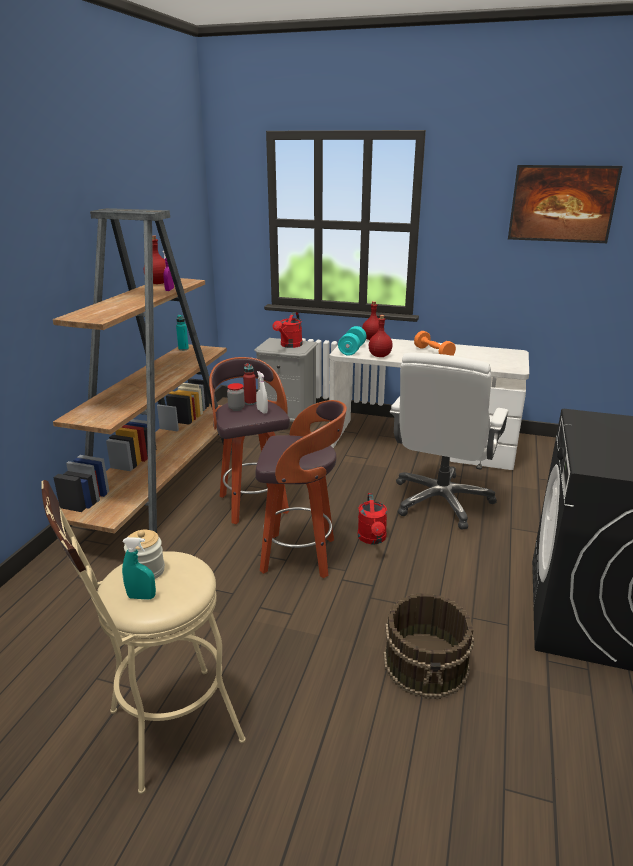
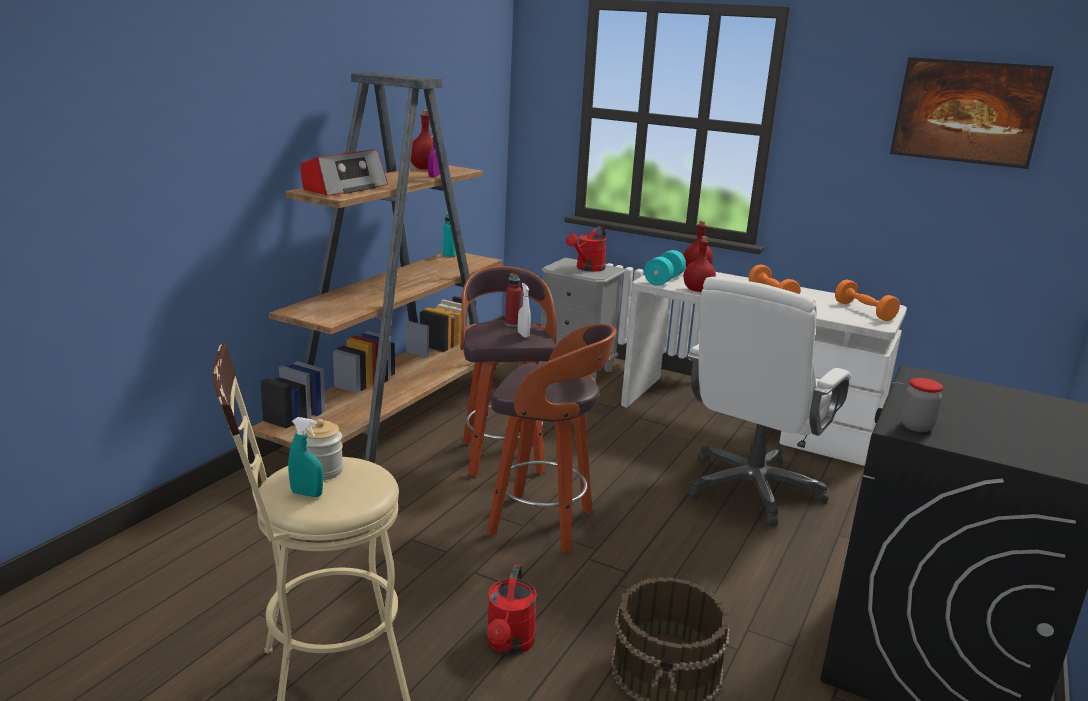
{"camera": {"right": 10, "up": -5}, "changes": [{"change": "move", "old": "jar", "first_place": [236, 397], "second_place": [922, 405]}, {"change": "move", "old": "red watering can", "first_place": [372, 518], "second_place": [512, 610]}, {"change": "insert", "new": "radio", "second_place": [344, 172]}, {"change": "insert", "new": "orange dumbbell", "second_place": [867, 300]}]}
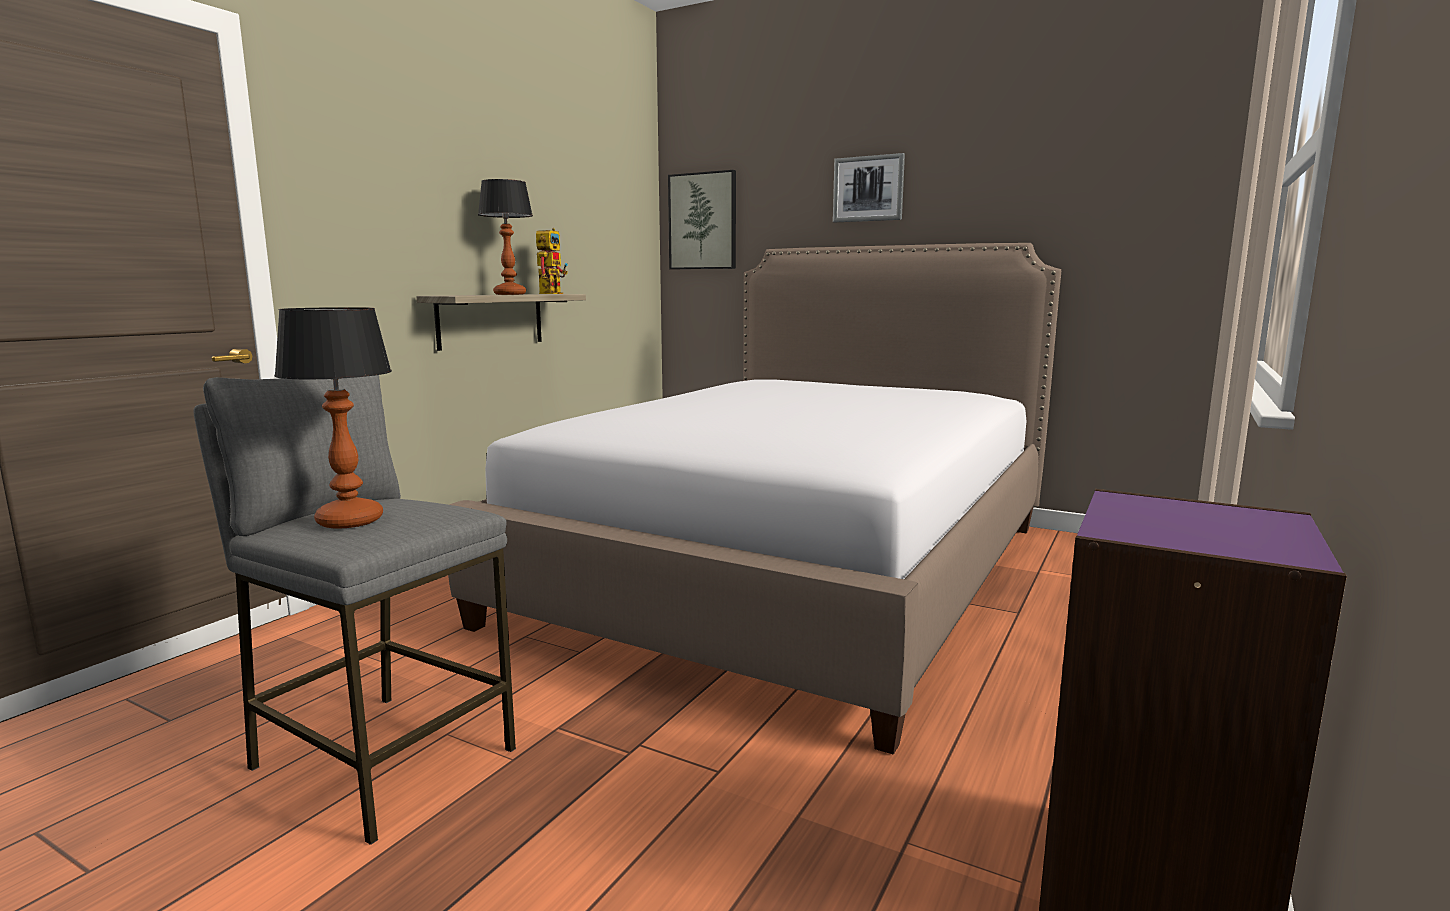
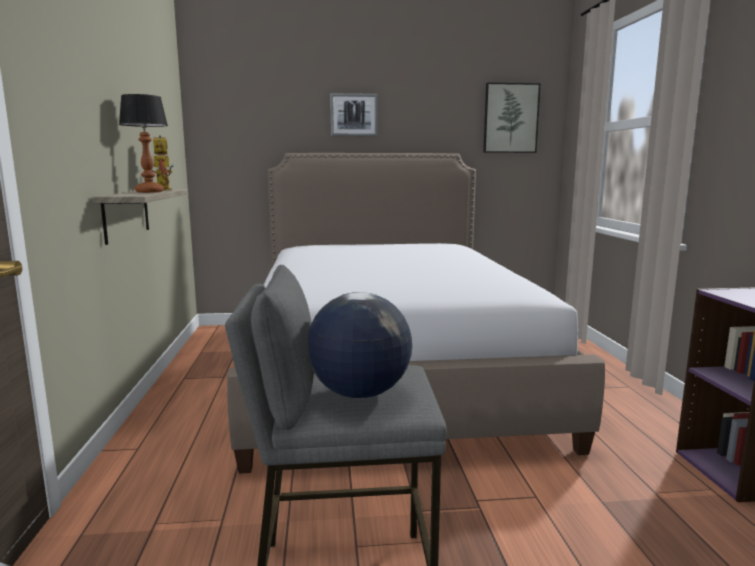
{"camera": {"right": -35, "up": 0}, "changes": [{"change": "replace", "old": "table lamp", "new": "globe", "first_place": [333, 418], "second_place": [360, 345]}, {"change": "move", "old": "picture", "first_place": [702, 219], "second_place": [512, 118]}]}
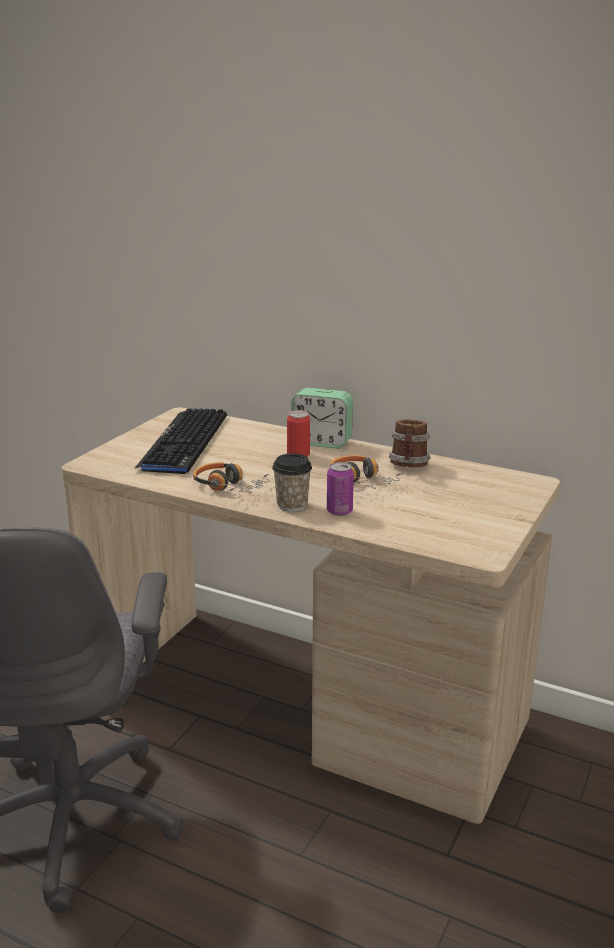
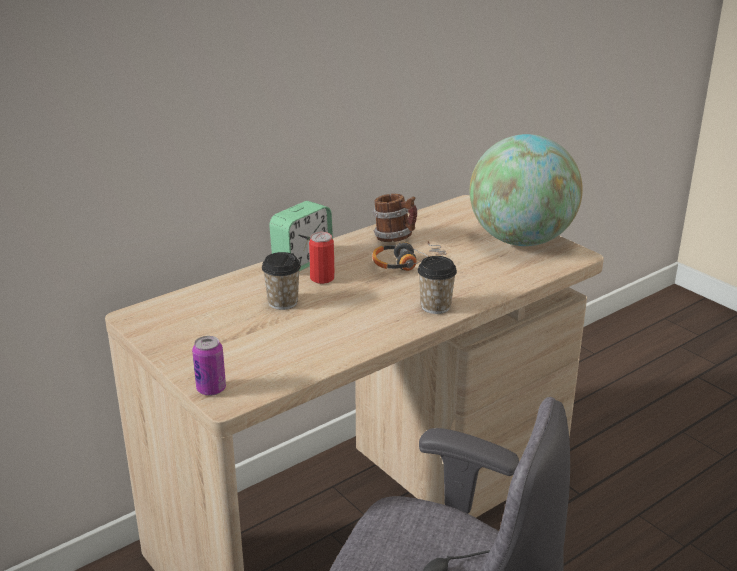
{"camera": {"right": -65, "up": 5}, "changes": [{"change": "delete", "old": "keyboard", "first_place": [180, 441]}, {"change": "delete", "old": "headphones", "first_place": [231, 480]}, {"change": "move", "old": "can", "first_place": [340, 489], "second_place": [209, 366]}, {"change": "insert", "new": "cup", "second_place": [281, 281]}, {"change": "insert", "new": "globe", "second_place": [526, 190]}]}
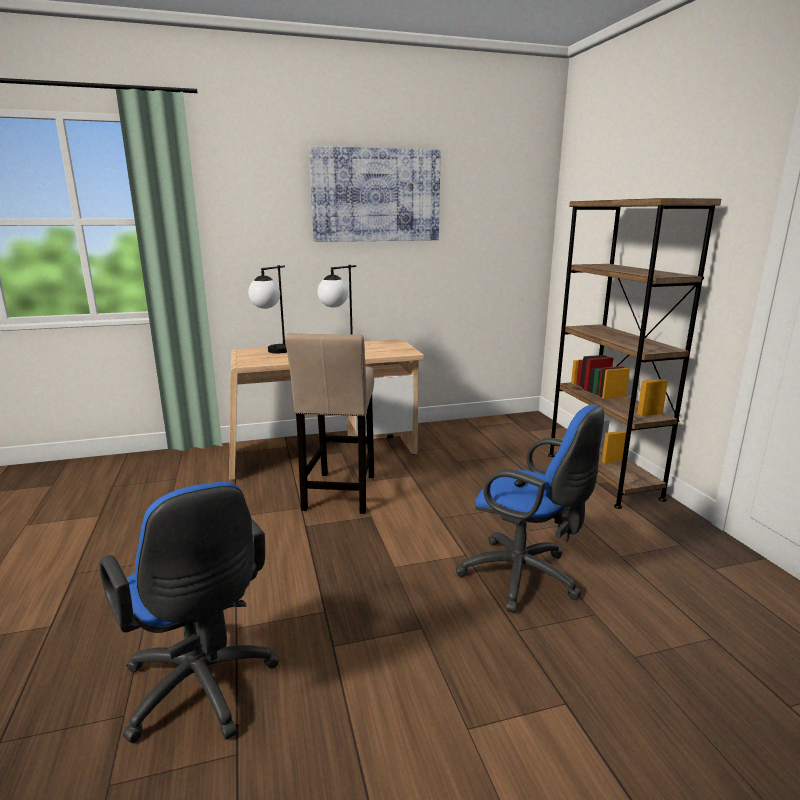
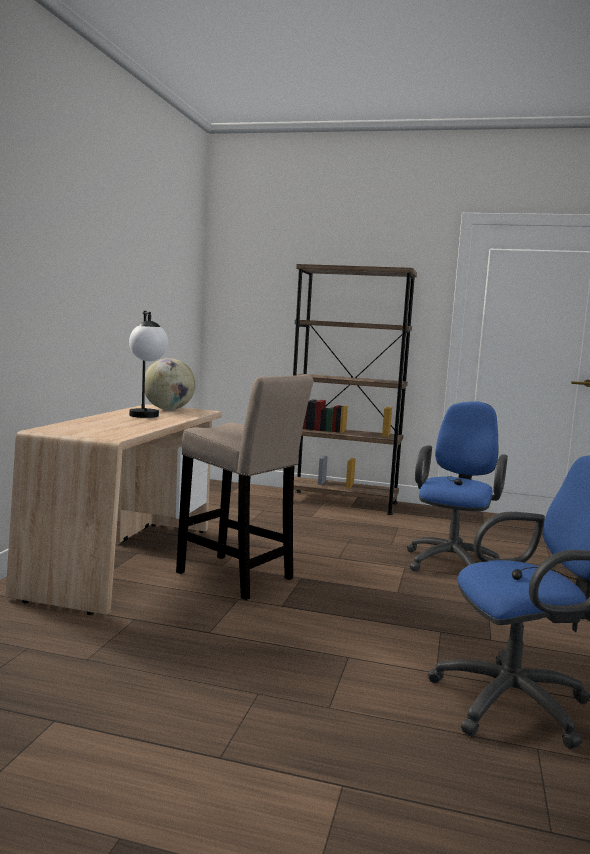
{"camera": {"right": -60, "up": -10}, "changes": [{"change": "delete", "old": "table lamp", "first_place": [267, 309]}, {"change": "delete", "old": "picture", "first_place": [375, 194]}, {"change": "rotate", "old": "blue office chair", "first_place": [530, 509], "second_place": [457, 486], "degrees": -45}, {"change": "insert", "new": "globe", "second_place": [170, 384]}]}
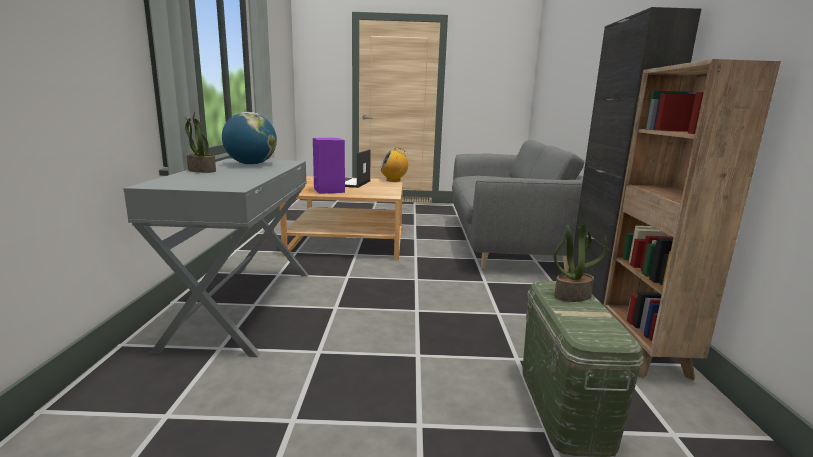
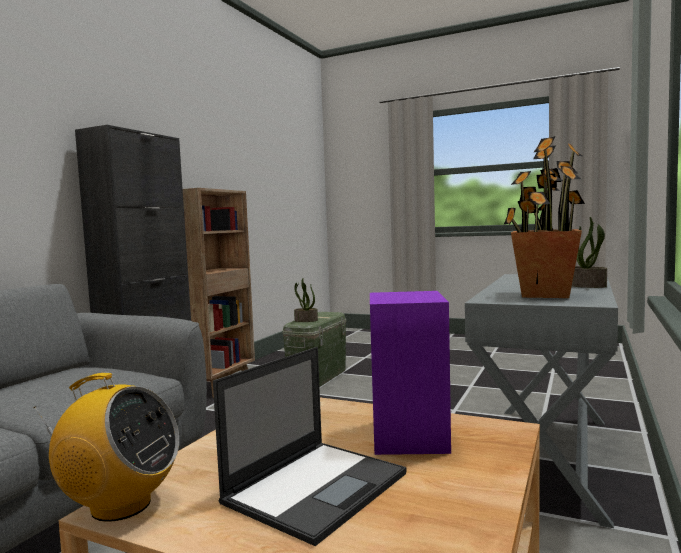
{"camera": {"right": -155, "up": -10}, "changes": [{"change": "replace", "old": "globe", "new": "potted plant", "first_place": [249, 138], "second_place": [544, 217]}]}
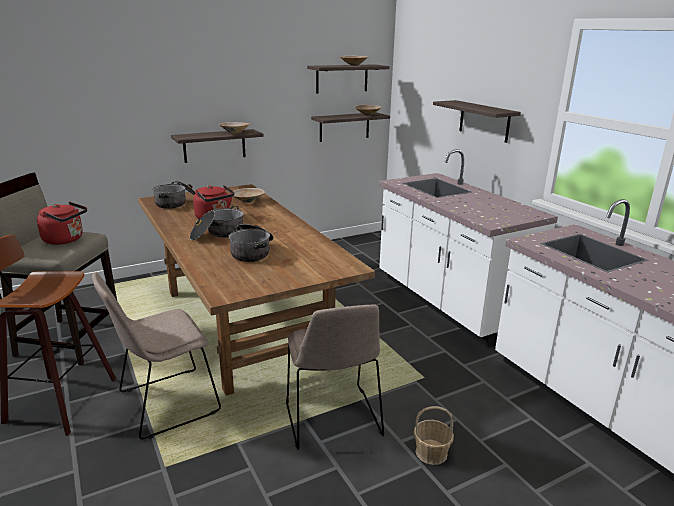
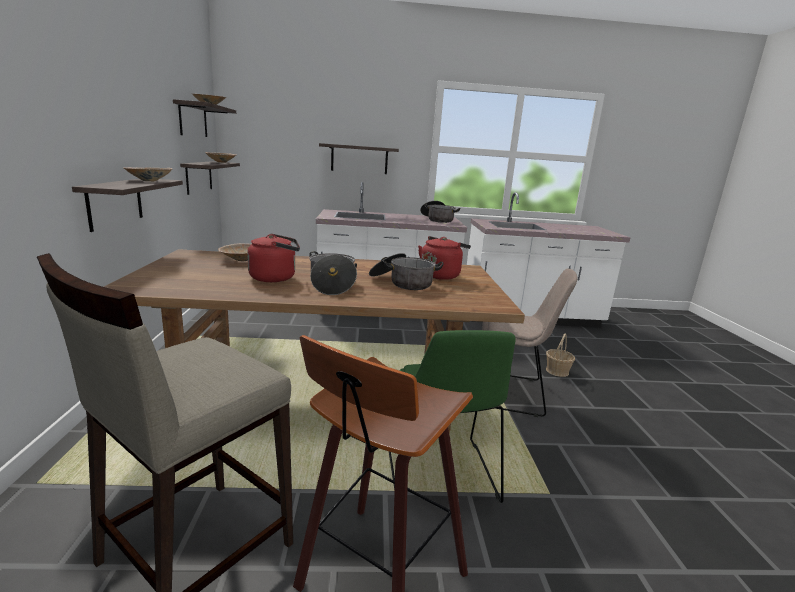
{"camera": {"right": -65, "up": -5}, "changes": [{"change": "move", "old": "red kettle", "first_place": [62, 223], "second_place": [444, 258]}, {"change": "recolor", "old": "beige chair", "new": "green chair", "first_place": [156, 355], "second_place": [452, 416]}, {"change": "move", "old": "cooking pot", "first_place": [173, 194], "second_place": [440, 212]}]}
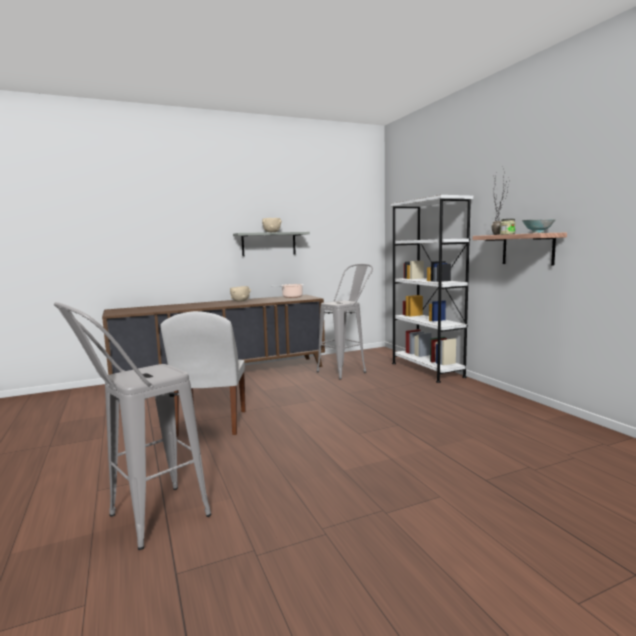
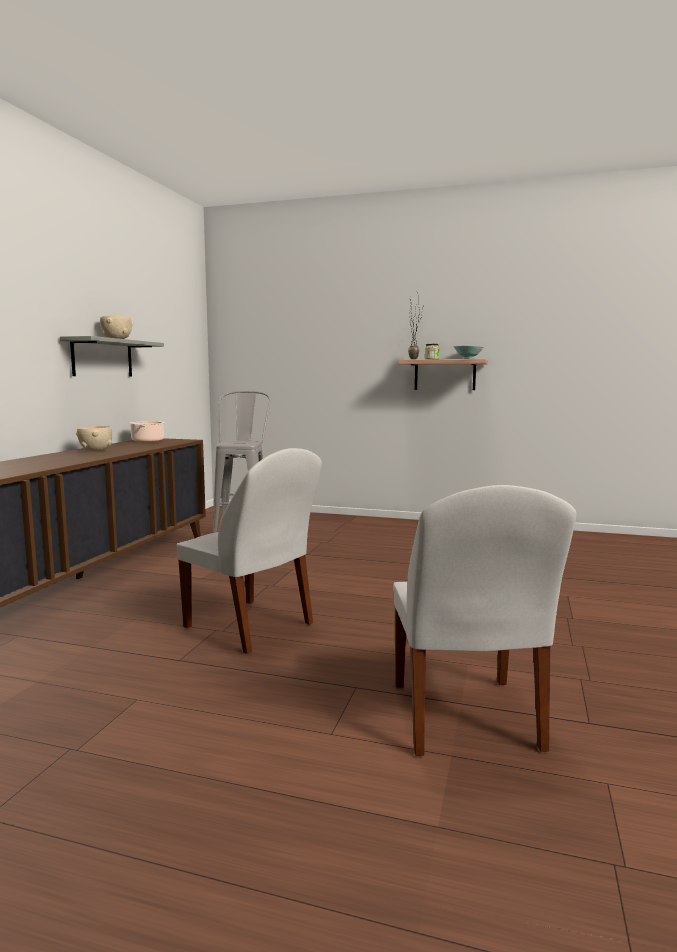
{"camera": {"right": -50, "up": 0}, "changes": [{"change": "replace", "old": "grey stool", "new": "white chair", "first_place": [132, 426], "second_place": [484, 620]}, {"change": "delete", "old": "white bookcase", "first_place": [432, 289]}]}
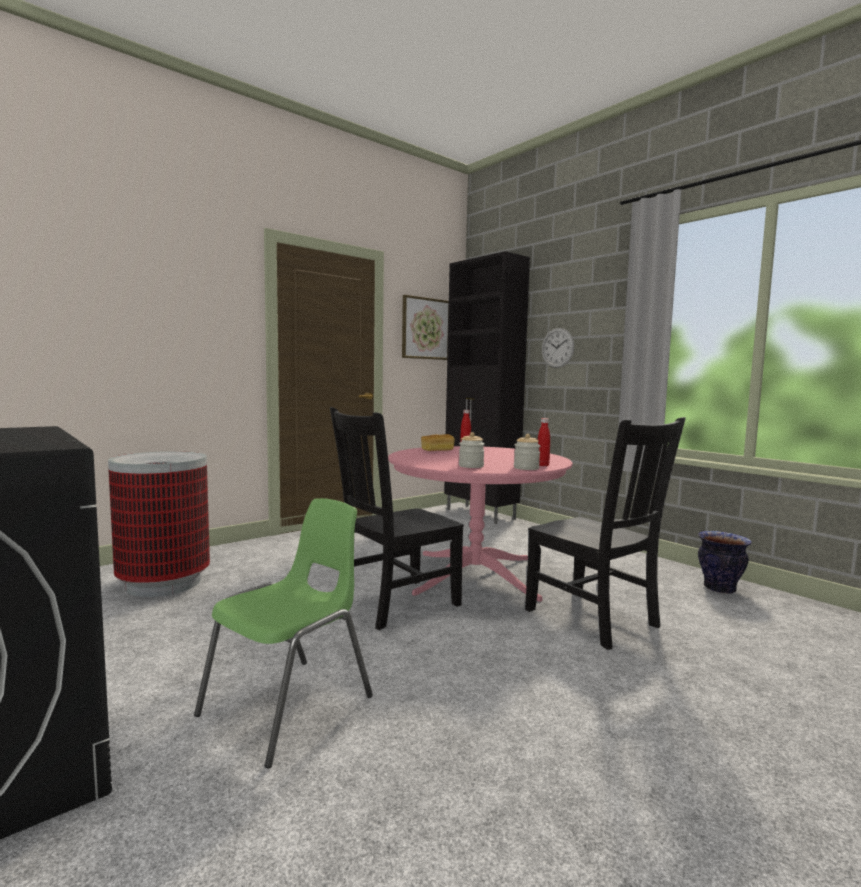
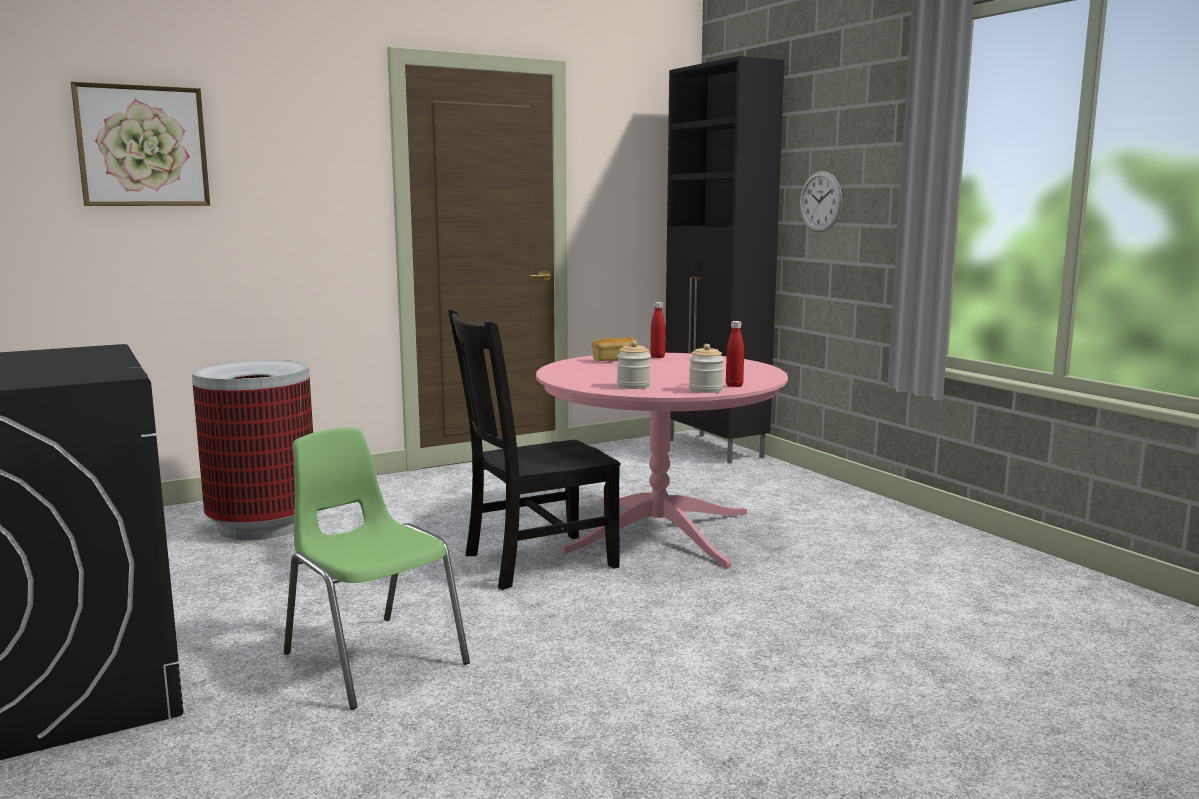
{"camera": {"right": 10, "up": 5}, "changes": [{"change": "rotate", "old": "green chair", "first_place": [283, 633], "second_place": [377, 569], "degrees": -90}, {"change": "move", "old": "picture", "first_place": [425, 327], "second_place": [140, 144]}, {"change": "delete", "old": "black chair", "first_place": [605, 533]}, {"change": "delete", "old": "vase", "first_place": [725, 562]}]}
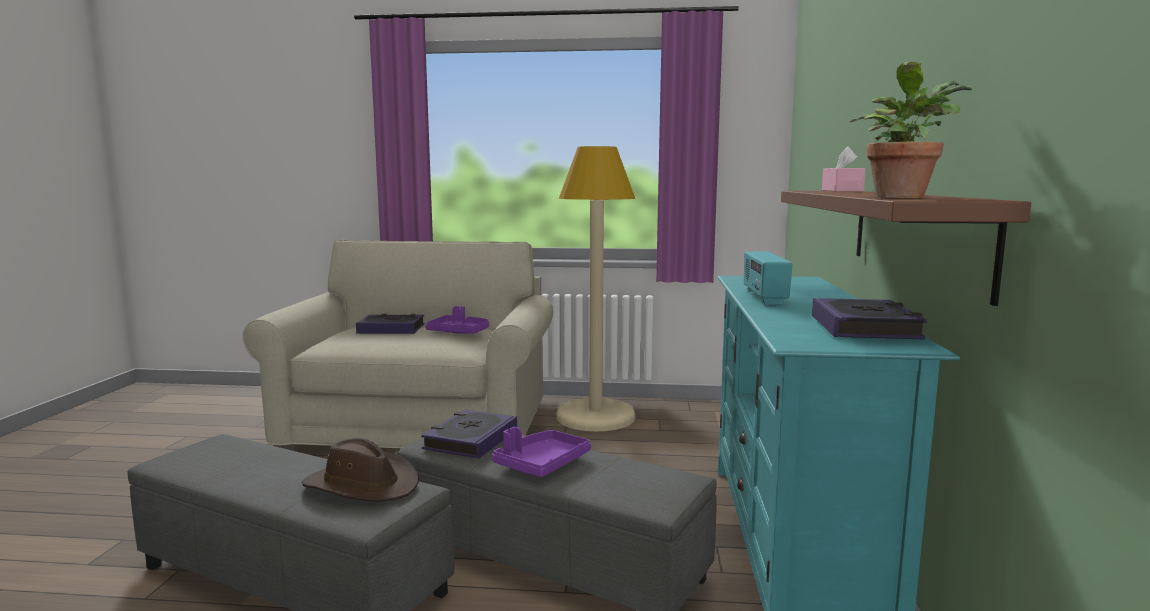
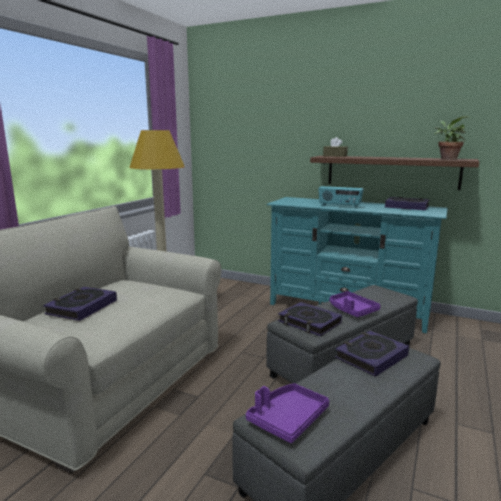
{"camera": {"right": -70, "up": 5}, "changes": [{"change": "replace", "old": "brown hat", "new": "book", "first_place": [360, 470], "second_place": [372, 354]}, {"change": "move", "old": "purple tray", "first_place": [457, 320], "second_place": [287, 413]}, {"change": "recolor", "old": "pink tissue box", "new": "brown tissue box", "first_place": [844, 168], "second_place": [335, 147]}]}
